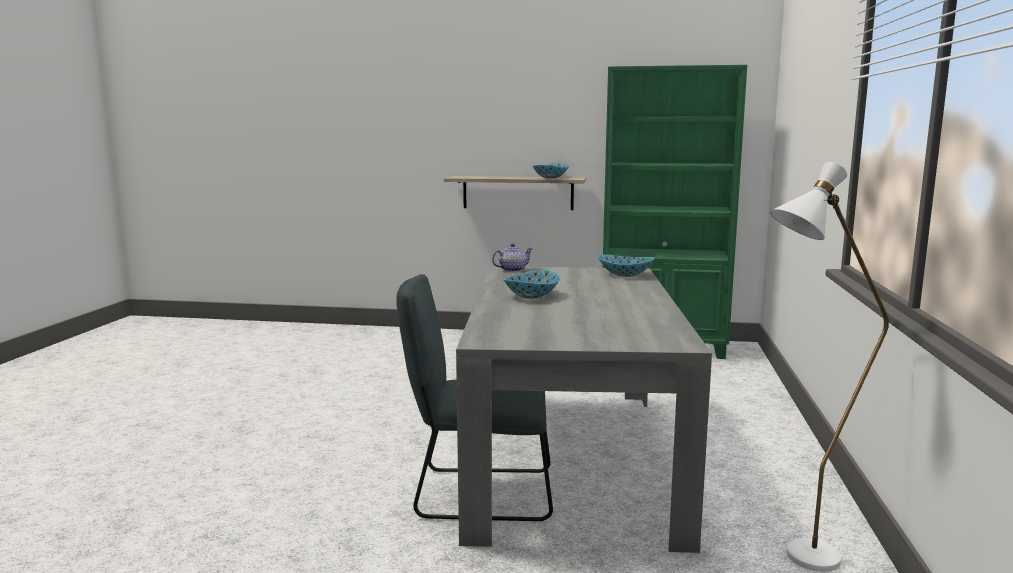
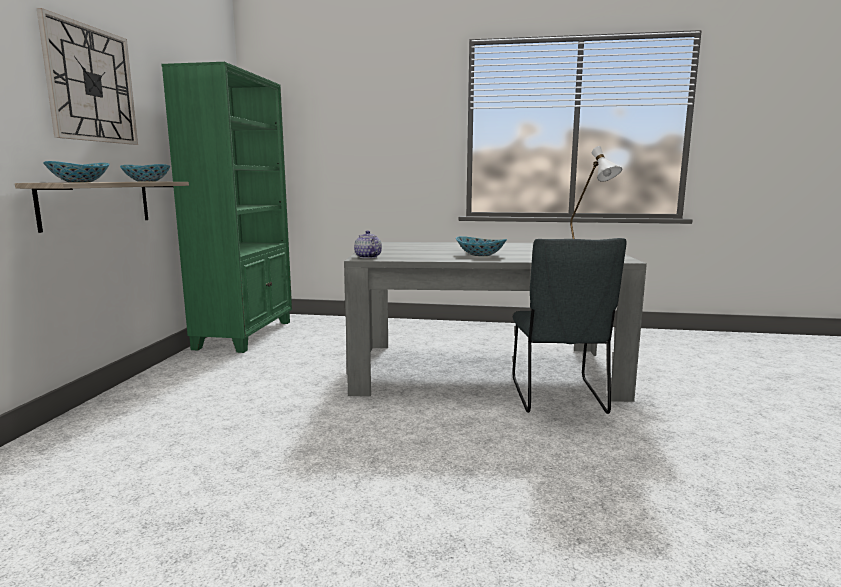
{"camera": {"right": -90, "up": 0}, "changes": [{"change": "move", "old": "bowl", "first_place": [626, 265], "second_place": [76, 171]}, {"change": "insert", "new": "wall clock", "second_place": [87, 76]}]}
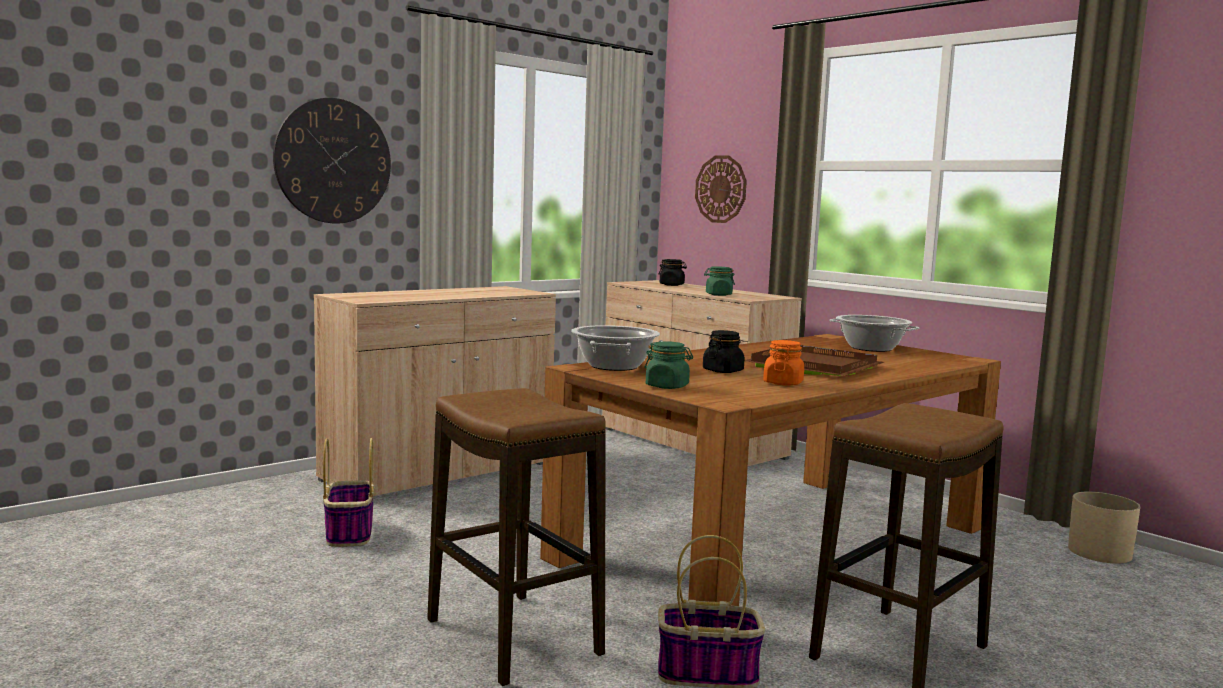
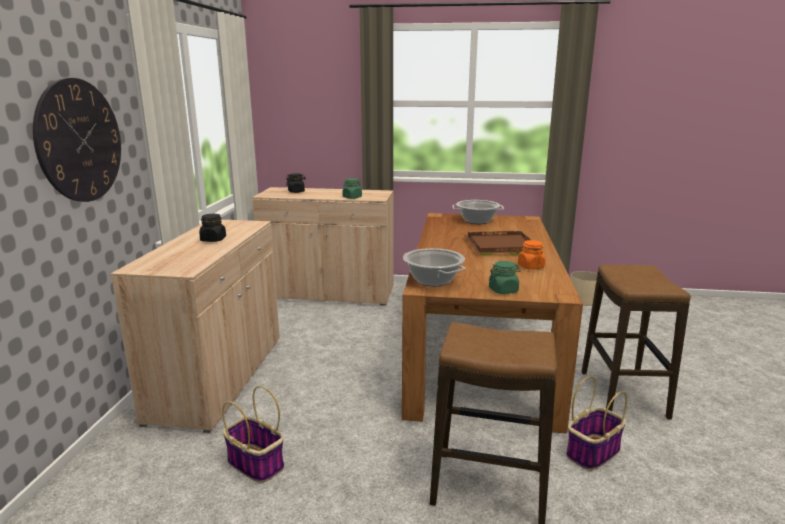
{"camera": {"right": -40, "up": 10}, "changes": [{"change": "delete", "old": "wall clock", "first_place": [721, 189]}, {"change": "move", "old": "black jar", "first_place": [724, 351], "second_place": [212, 228]}]}
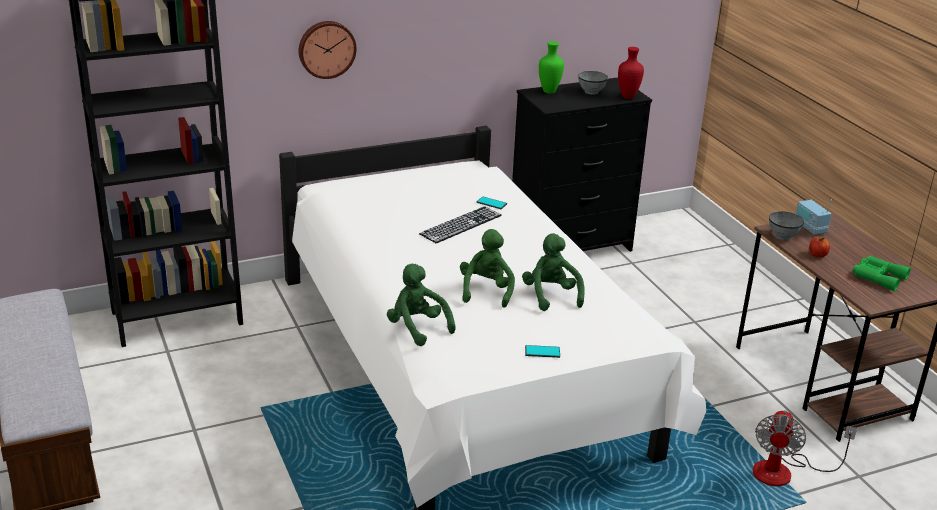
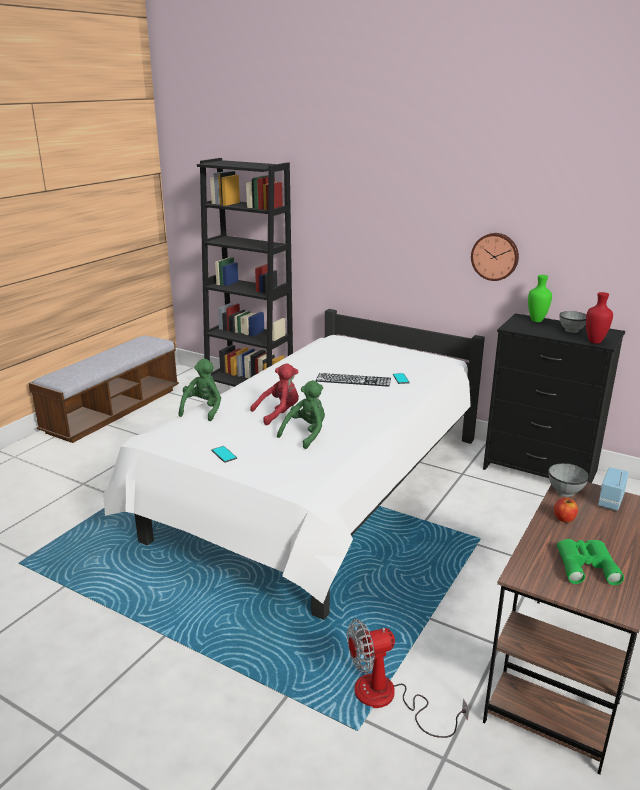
{"camera": {"right": 55, "up": -5}, "changes": [{"change": "move", "old": "wall clock", "first_place": [328, 50], "second_place": [495, 257]}, {"change": "recolor", "old": "green plush toy", "new": "red plush toy", "first_place": [487, 268], "second_place": [274, 394]}]}
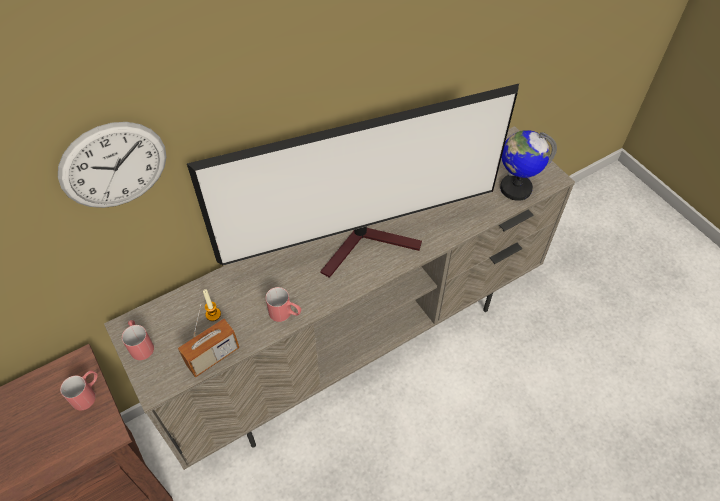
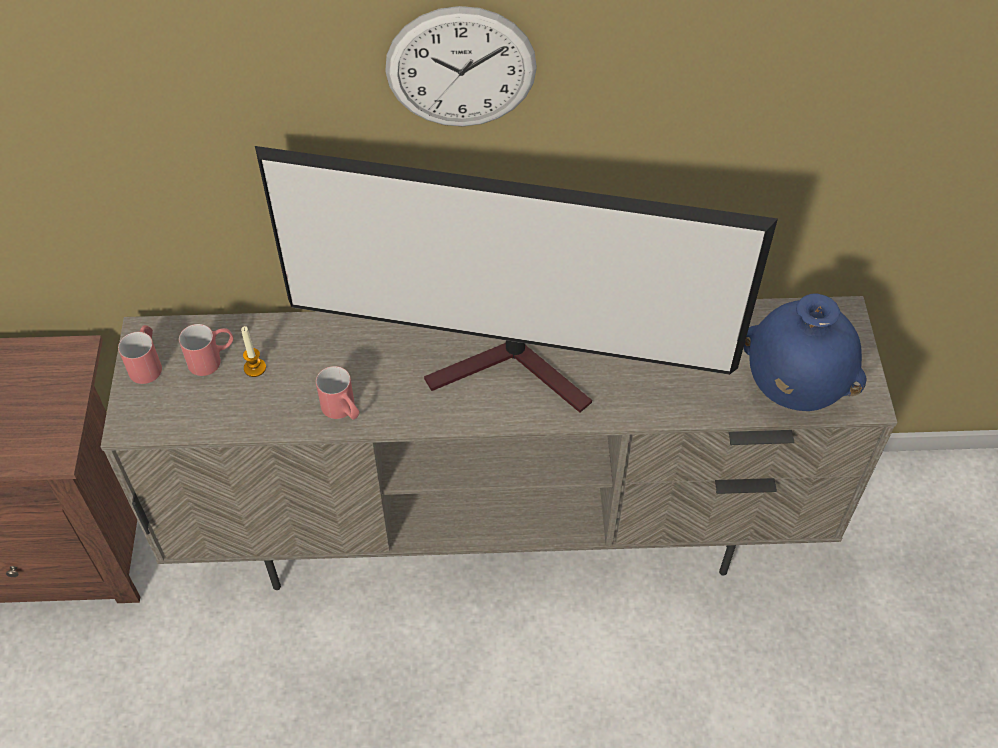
{"camera": {"right": 30, "up": 0}, "changes": [{"change": "move", "old": "wall clock", "first_place": [112, 165], "second_place": [461, 66]}, {"change": "move", "old": "red mug", "first_place": [79, 390], "second_place": [206, 350]}, {"change": "delete", "old": "radio", "first_place": [208, 340]}, {"change": "replace", "old": "globe", "new": "blue vase", "first_place": [528, 165], "second_place": [805, 352]}]}
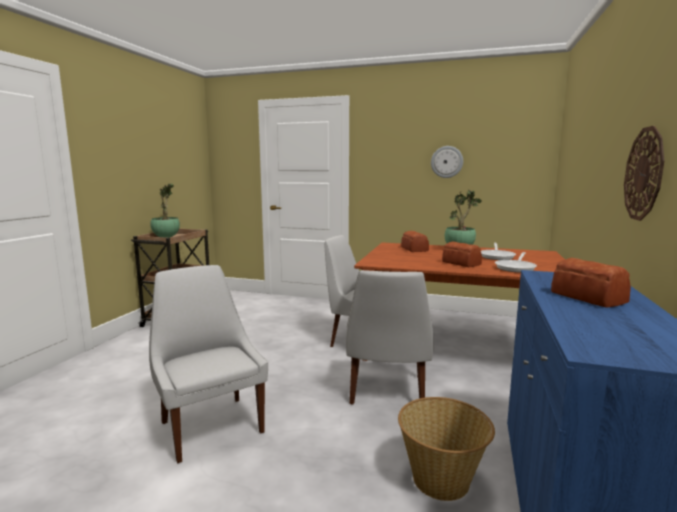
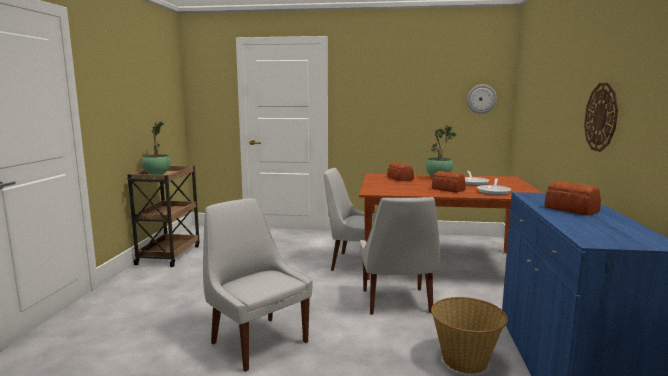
{"camera": {"right": -10, "up": 0}, "changes": [{"change": "move", "old": "wall clock", "first_place": [447, 162], "second_place": [482, 99]}]}
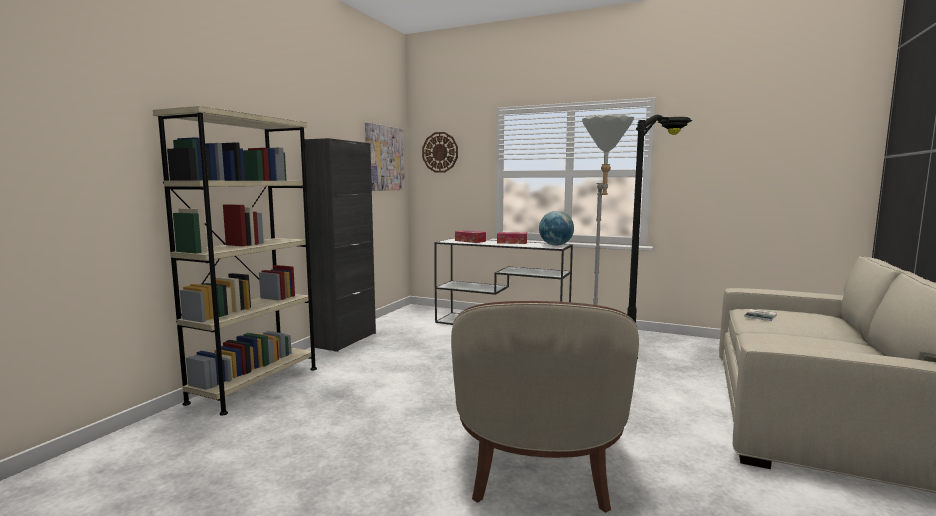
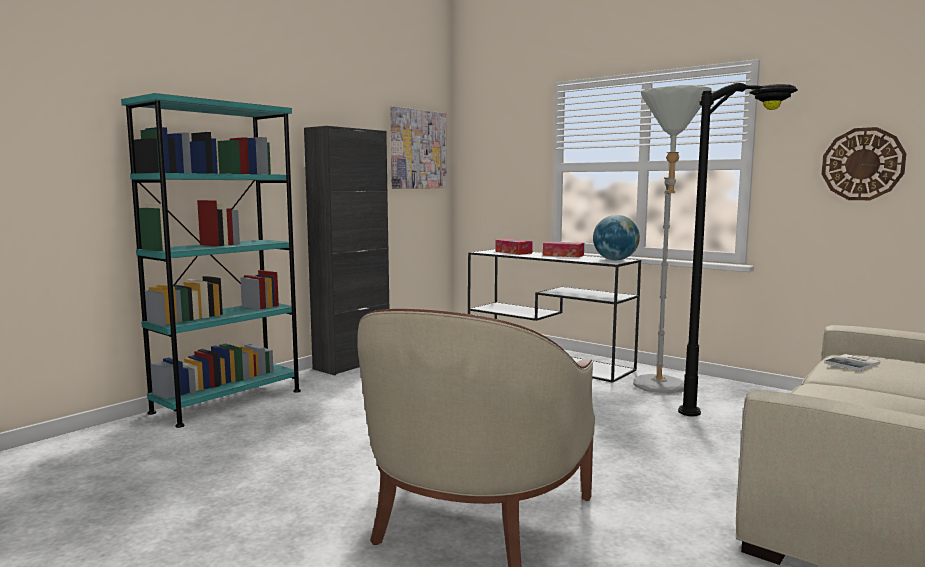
{"camera": {"right": 15, "up": 0}, "changes": [{"change": "recolor", "old": "beige bookcase", "new": "turquoise bookcase", "first_place": [235, 261], "second_place": [211, 260]}, {"change": "move", "old": "wall clock", "first_place": [440, 152], "second_place": [864, 163]}]}
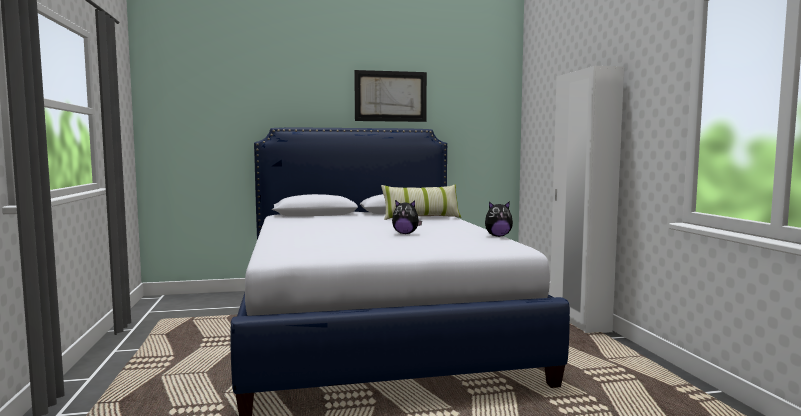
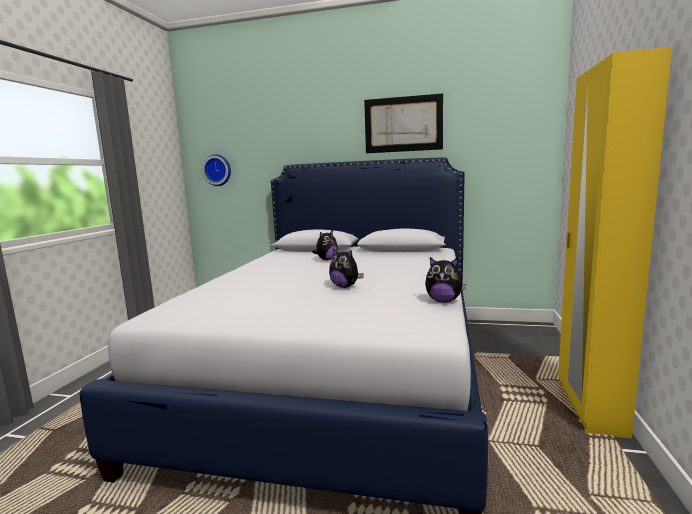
{"camera": {"right": 25, "up": 5}, "changes": [{"change": "delete", "old": "pillow", "first_place": [421, 202]}, {"change": "recolor", "old": "white wardrobe", "new": "yellow wardrobe", "first_place": [587, 199], "second_place": [615, 242]}, {"change": "insert", "new": "wall clock", "second_place": [216, 170]}, {"change": "insert", "new": "plush toy", "second_place": [325, 245]}]}
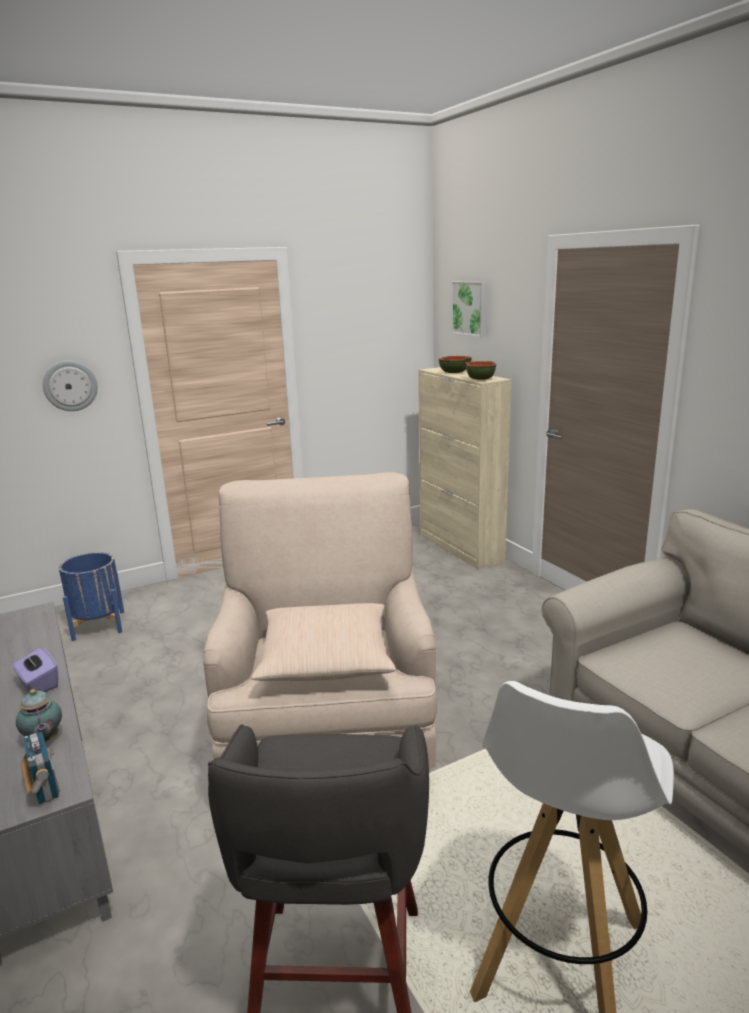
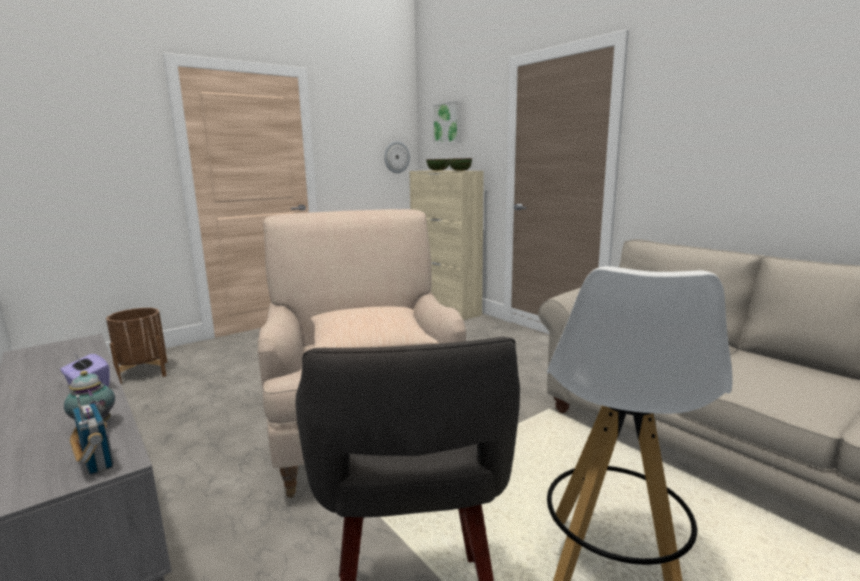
{"camera": {"right": -10, "up": -5}, "changes": [{"change": "move", "old": "wall clock", "first_place": [70, 386], "second_place": [397, 157]}, {"change": "recolor", "old": "blue planter", "new": "brown planter", "first_place": [91, 596], "second_place": [136, 346]}]}
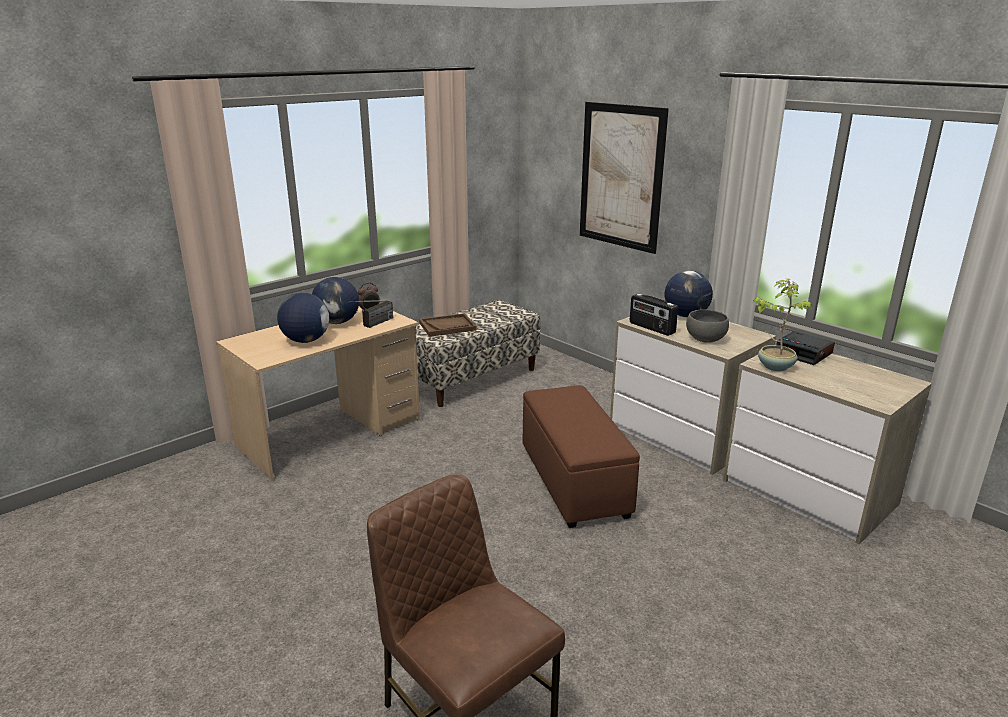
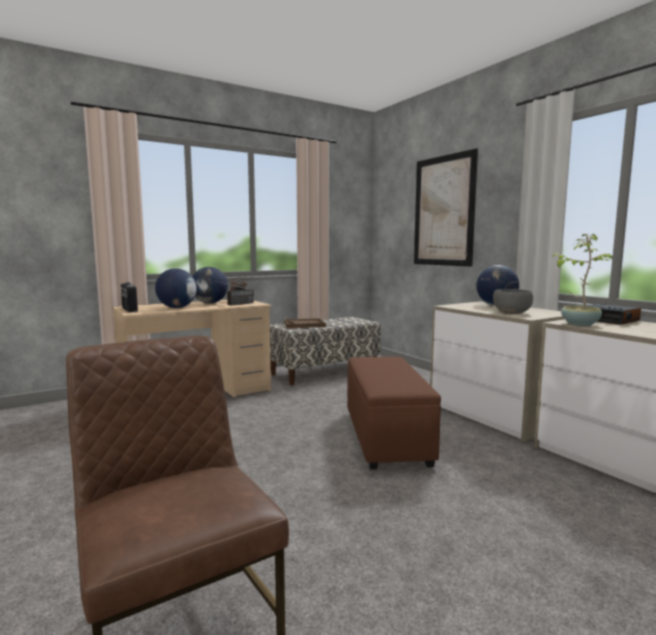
{"camera": {"right": 10, "up": -15}, "changes": [{"change": "move", "old": "radio", "first_place": [654, 315], "second_place": [129, 297]}]}
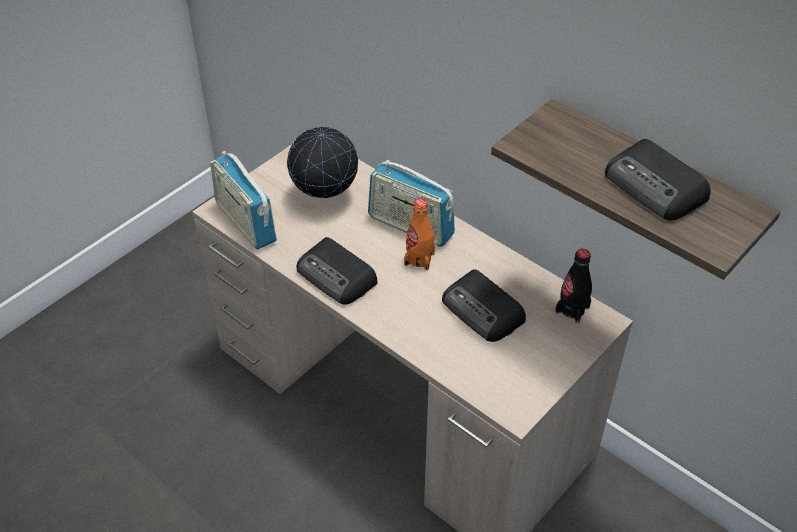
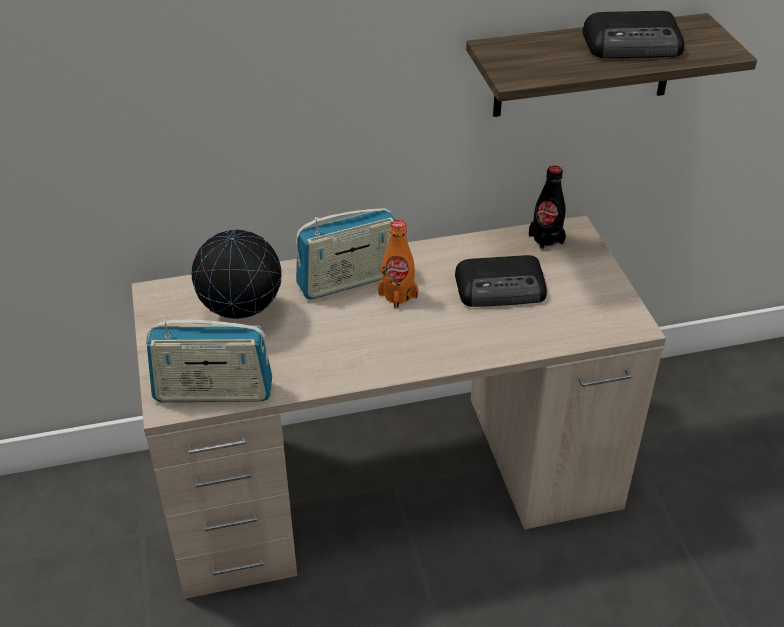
{"camera": {"right": -55, "up": -5}, "changes": [{"change": "delete", "old": "radio", "first_place": [337, 271]}]}
